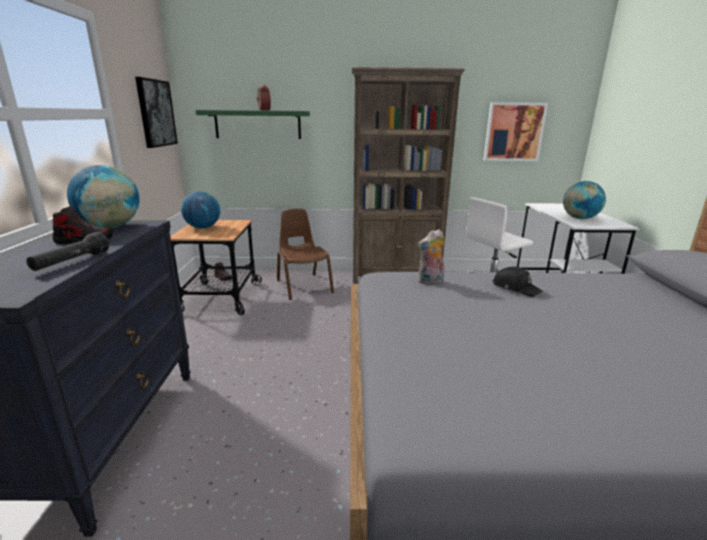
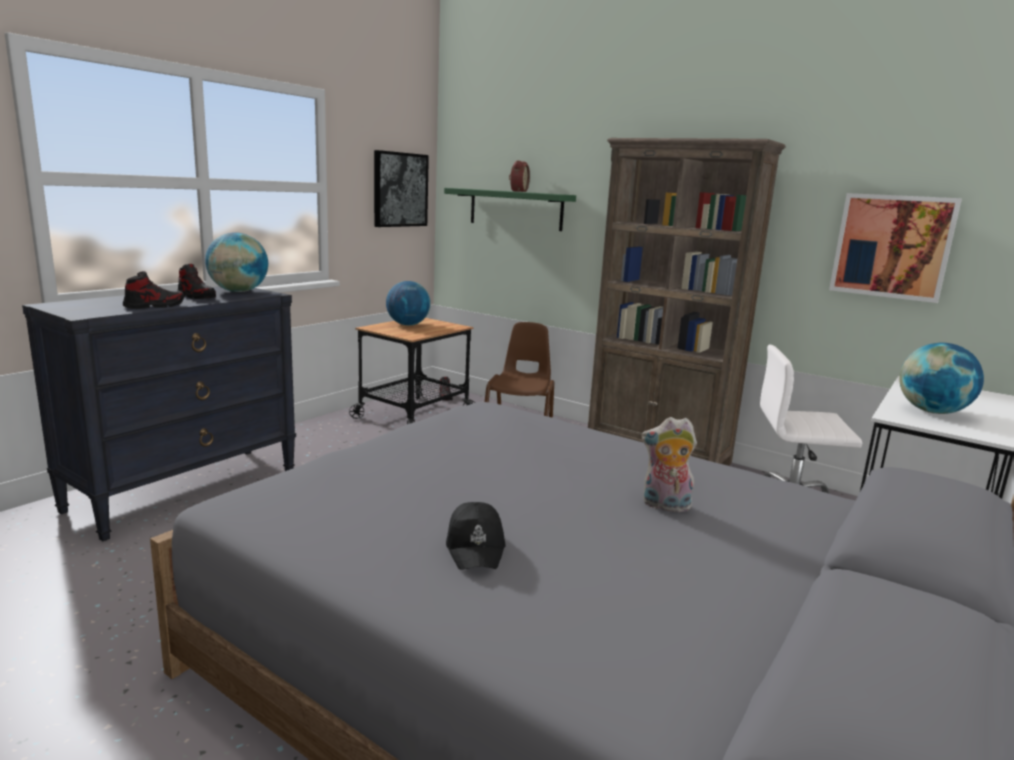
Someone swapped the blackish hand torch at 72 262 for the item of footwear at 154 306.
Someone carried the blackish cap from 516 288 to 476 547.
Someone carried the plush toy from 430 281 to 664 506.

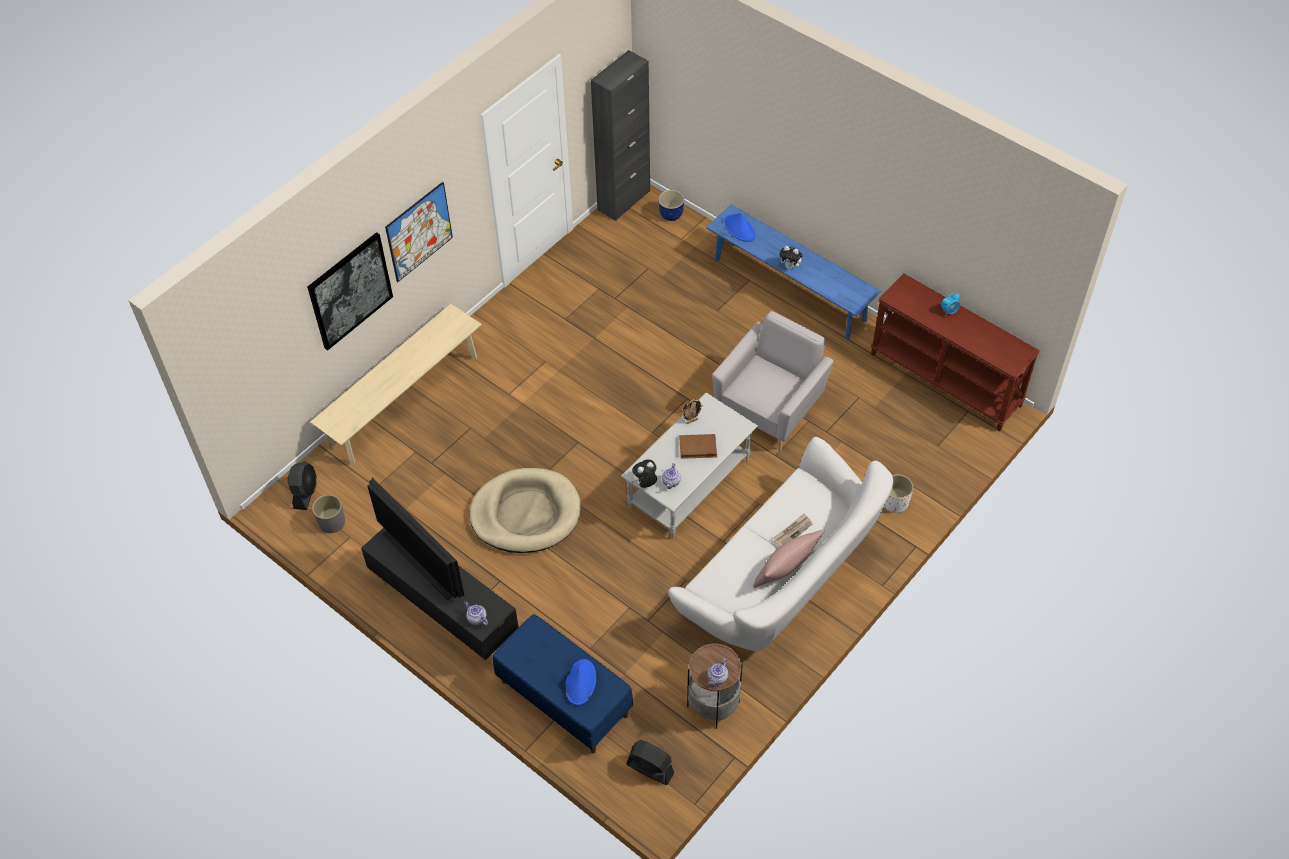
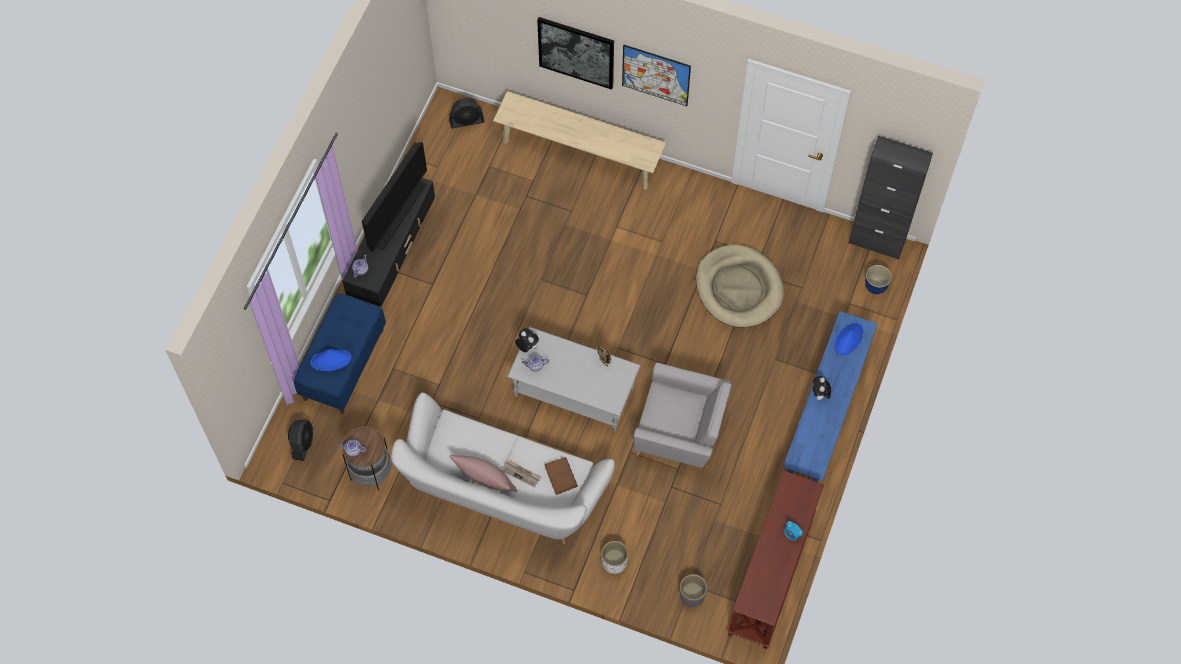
Someone carried the brown bound book from 698 447 to 561 476.
Someone carried the grey plant pot from 332 523 to 692 596.
Someone carried the beige dog cushion from 526 513 to 738 288.

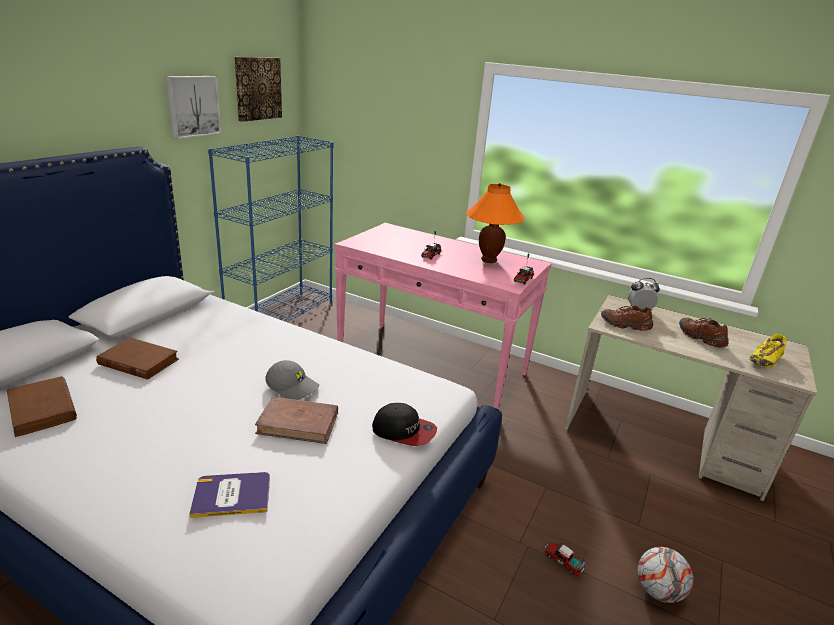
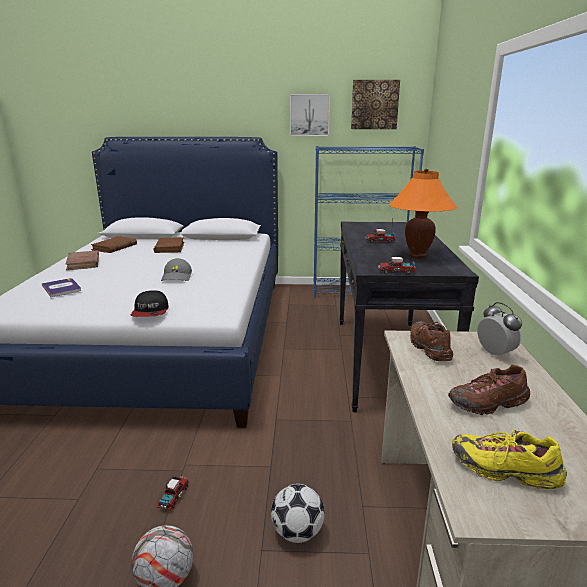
Someone carried the brown bound book from 298 423 to 83 263.
Someone put down the football ball at 297 532.
Someone repainted the pink hall table at 432 365, which became the blackish hall table at 387 361.
Someone rotated the brown item of footwear at 700 338 by 135 degrees counterclockwise.

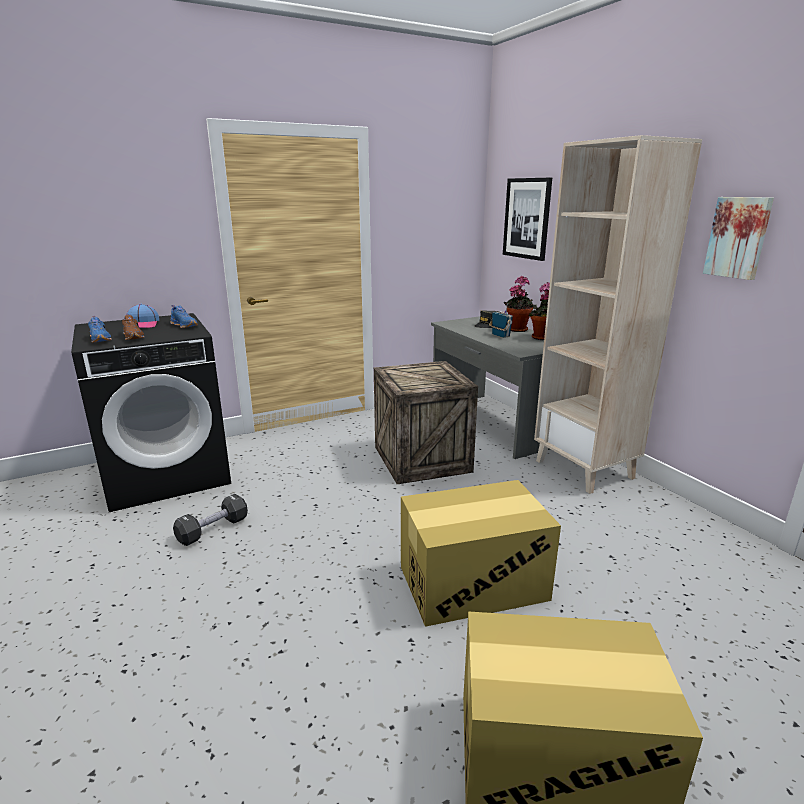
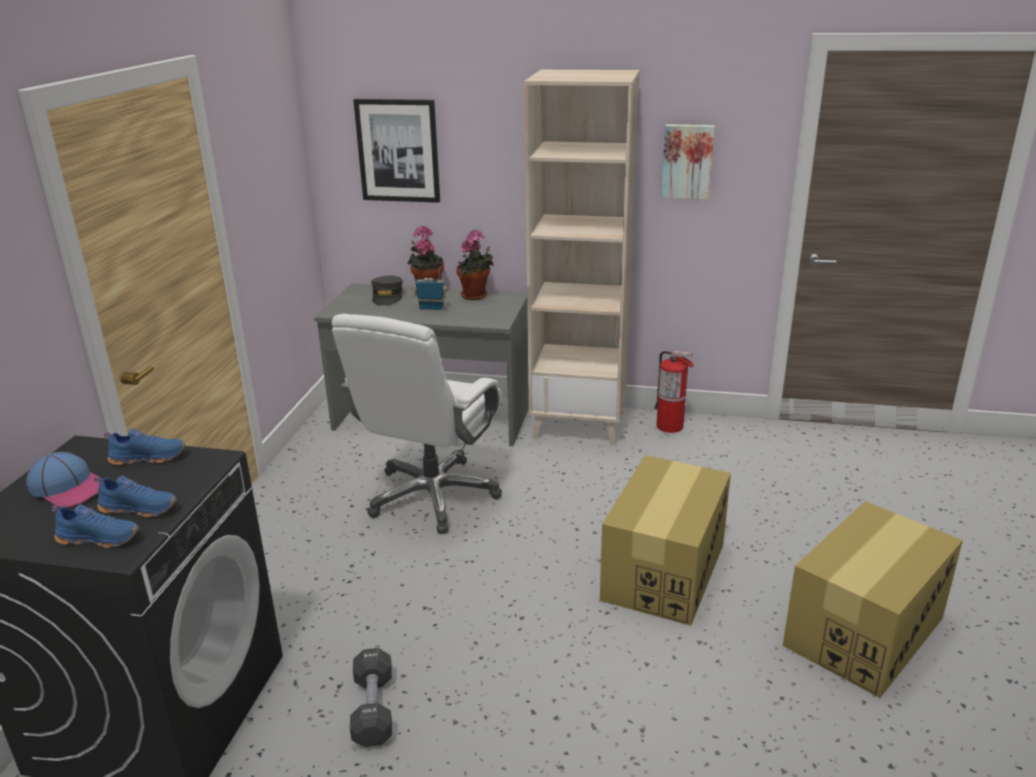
Someone repainted the brown item of footwear at 134 337, which became the blue-coloured item of footwear at 140 508.
Someone swapped the packing crate at 420 459 for the white-coloured desk chair at 432 496.
Someone put down the fire extinguisher at 670 426.

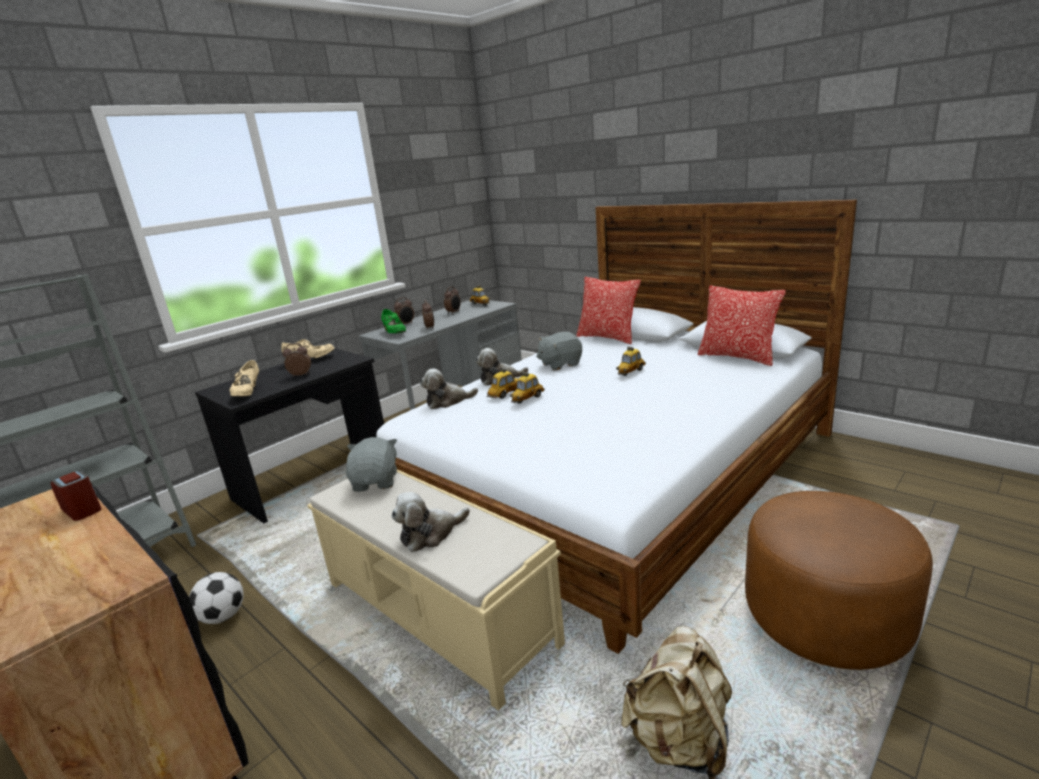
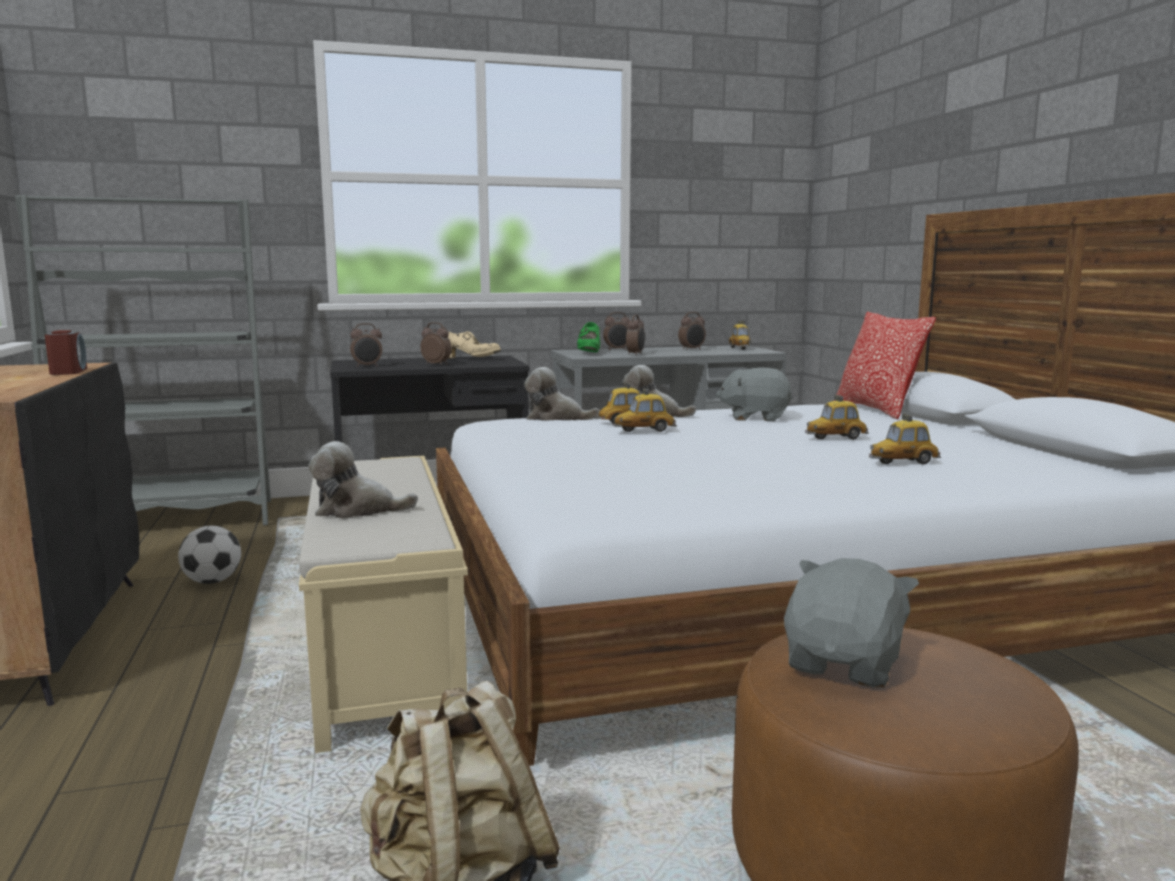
Someone swapped the beige item of footwear at 248 393 for the table clock at 367 366.
Someone carried the grey plush toy from 376 482 to 845 664.
Someone put down the toy car at 903 462.
Someone took away the throw pillow at 737 357.

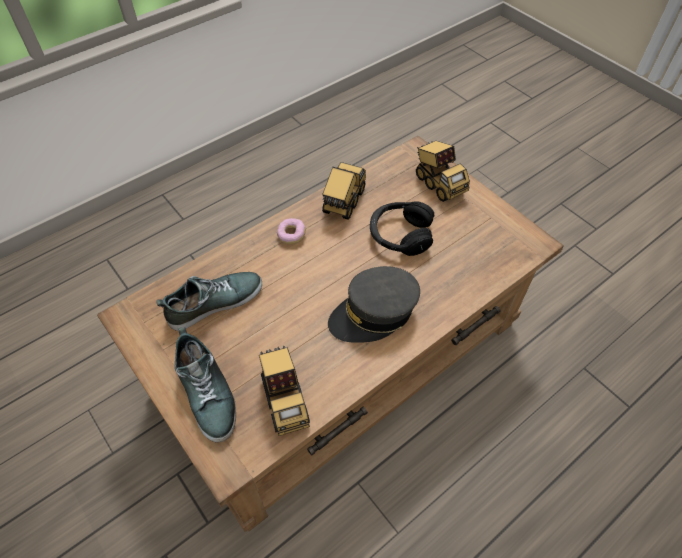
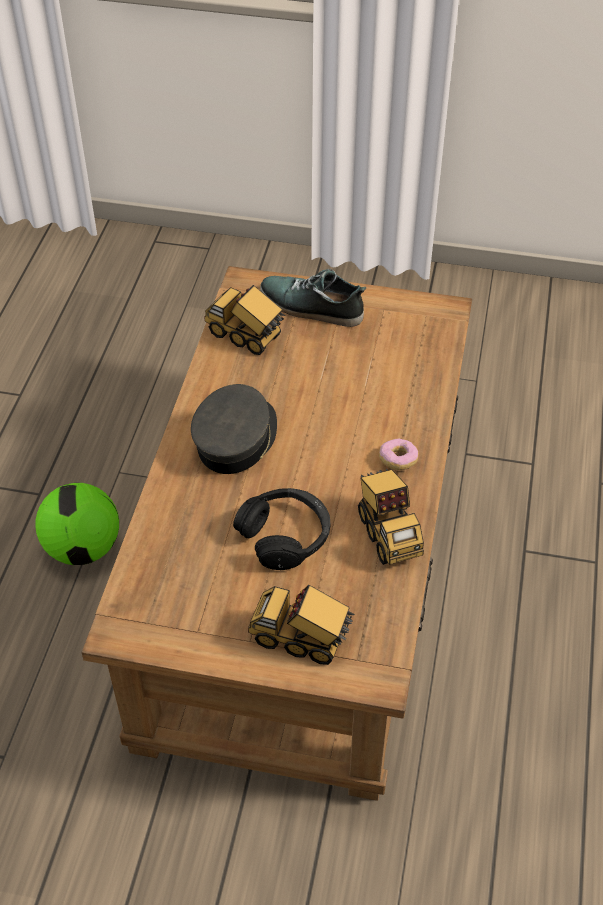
Someone put down the football ball at 83 548.
Someone took away the item of footwear at 214 302.

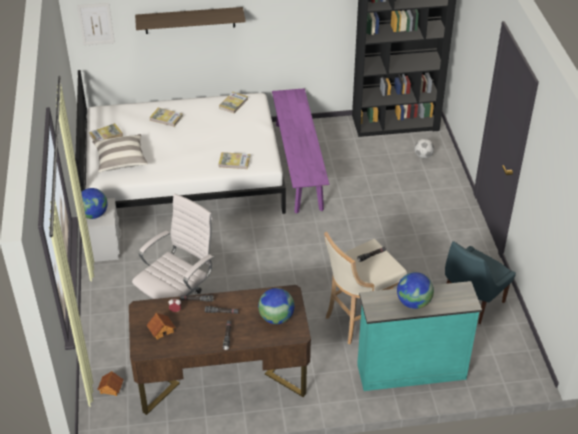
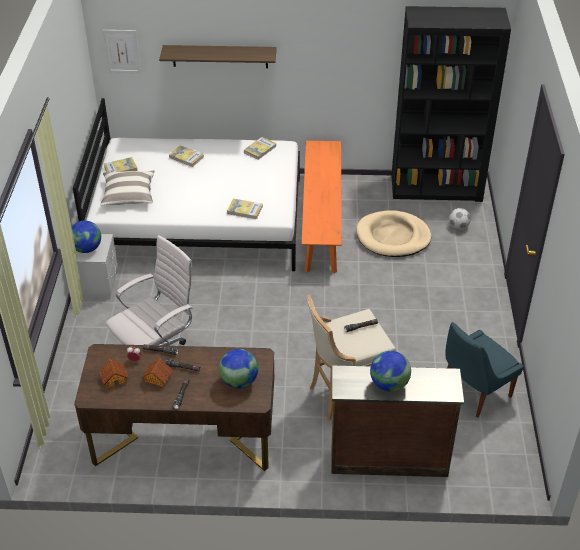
Someone carried the model house from 110 388 to 157 378.
Someone repainted the purple indoor bench at 298 165, which became the orange indoor bench at 321 222.
Someone repainted the turquoise dresser at 410 370, which became the brown dresser at 388 458.
Someone put down the beige dog cushion at 393 237.

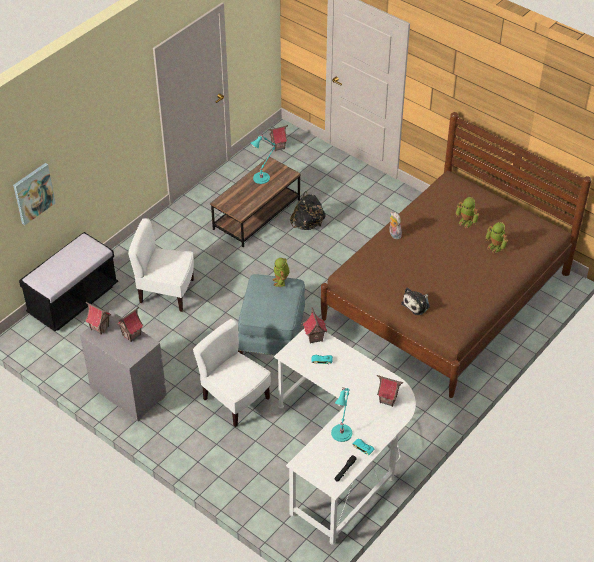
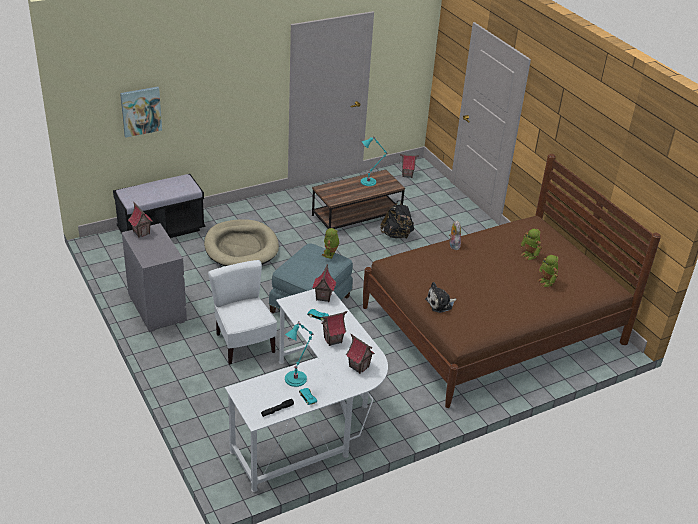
Someone swapped the white-coloured upright chair at 166 292 for the beige dog cushion at 241 247.
Someone carried the model house from 132 335 to 333 340.

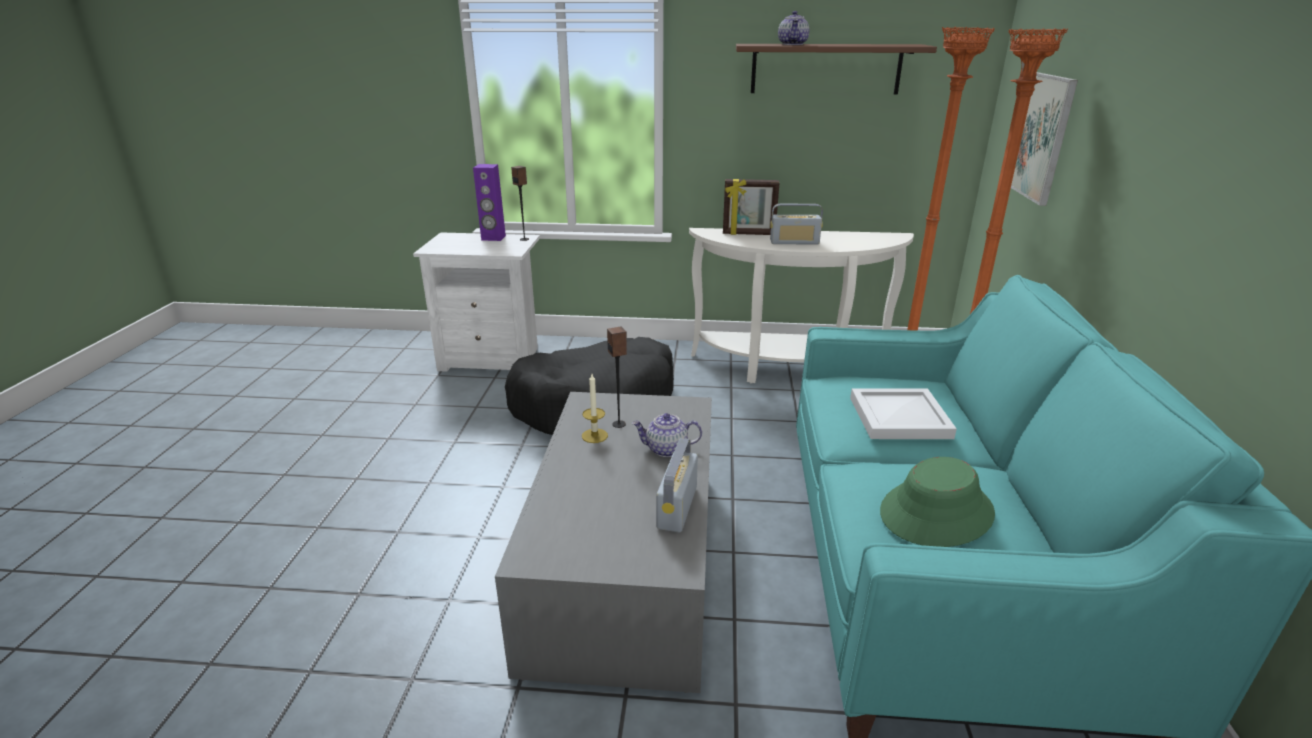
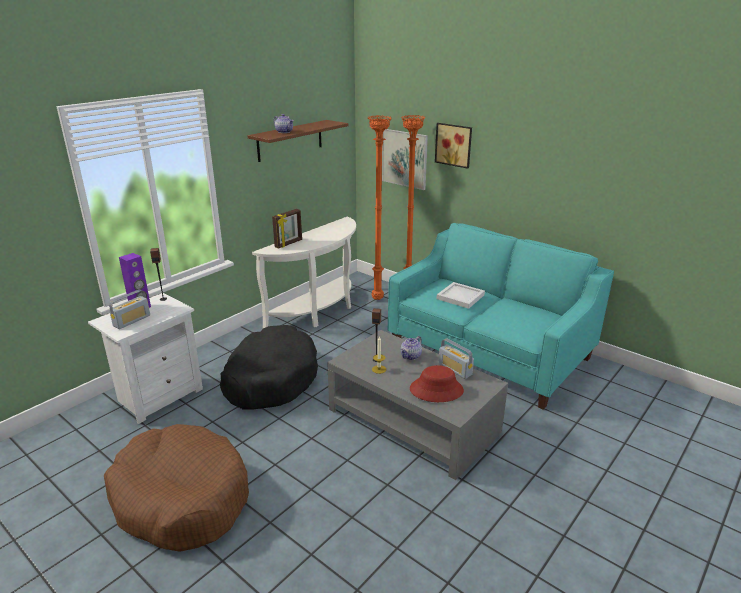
Someone put down the brown dog cushion at 181 498.
Someone carried the radio set from 794 242 to 132 320.
Someone put down the reddish wearable hat at 436 390.
Someone put up the picture at 454 145.
Someone took away the greenish wearable hat at 936 513.

